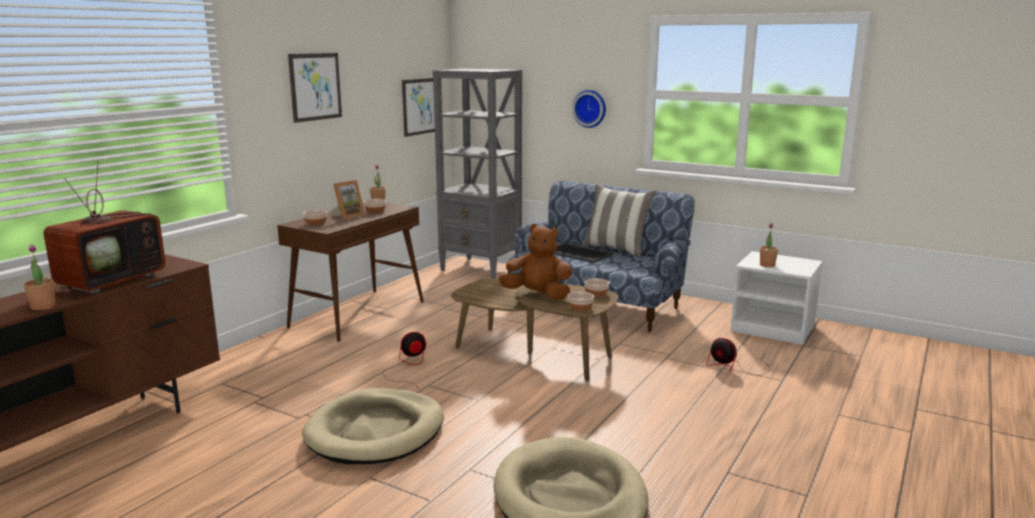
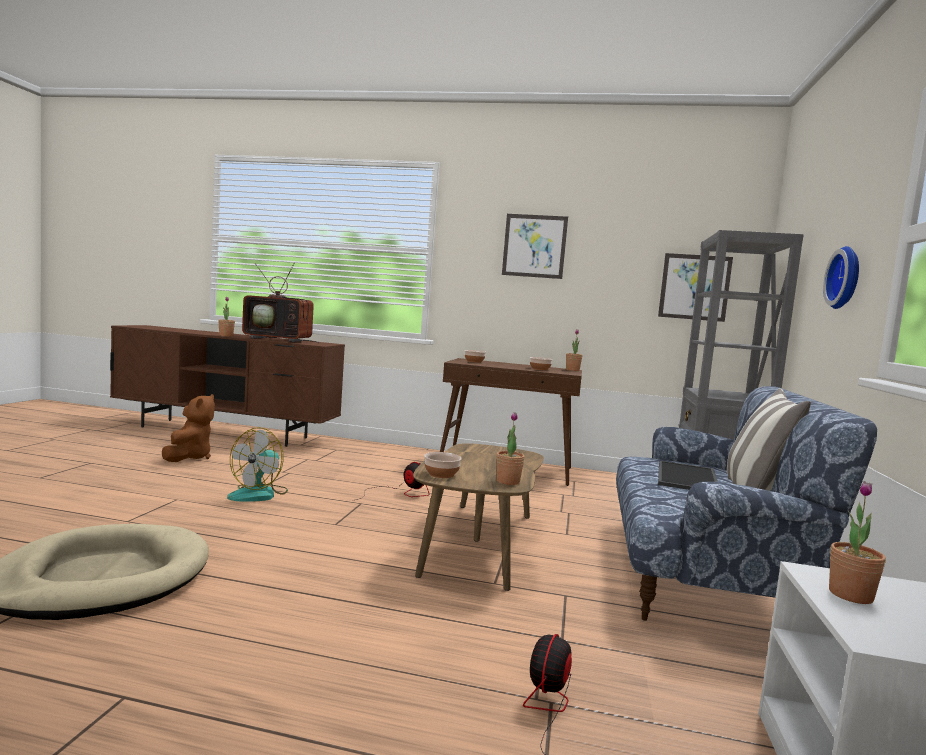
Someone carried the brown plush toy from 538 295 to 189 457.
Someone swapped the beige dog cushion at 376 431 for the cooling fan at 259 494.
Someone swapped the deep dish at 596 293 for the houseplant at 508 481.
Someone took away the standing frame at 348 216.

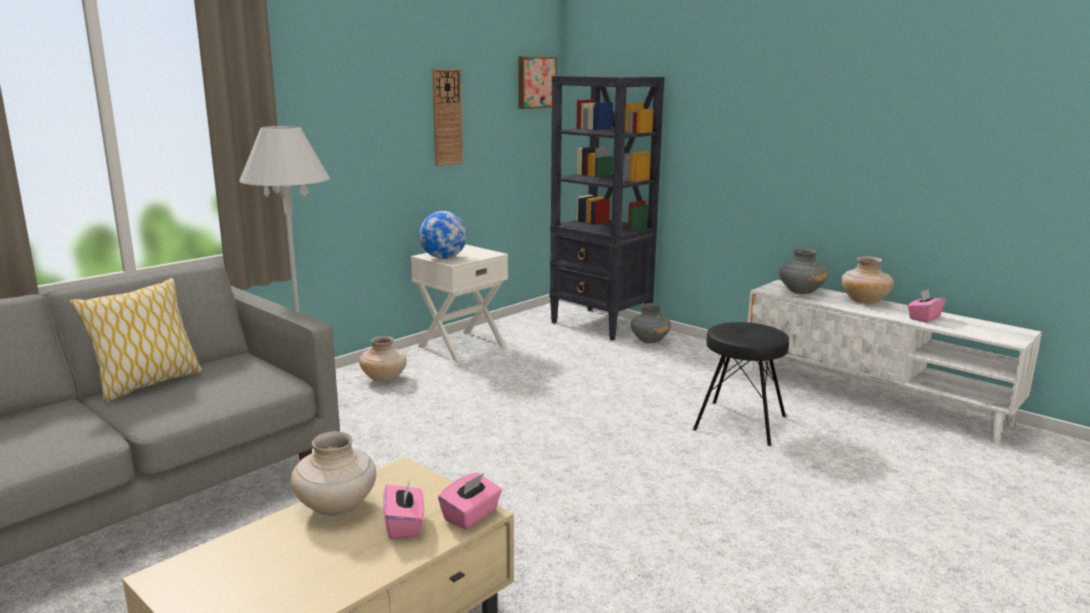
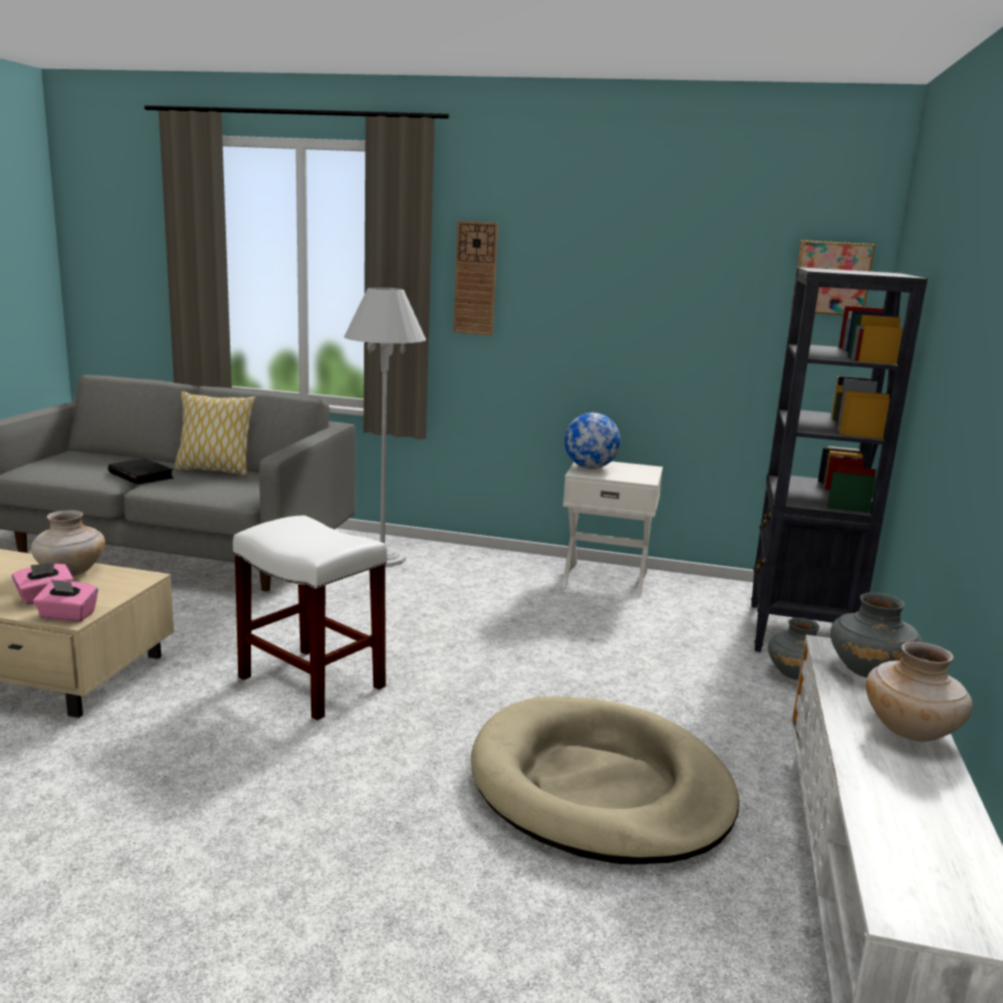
Someone put down the blackish bound book at 141 475.
Someone put down the white-coloured sitting stool at 313 683.
Someone carried the wall clock from 447 117 to 475 278.
Someone swapped the blackish sitting stool at 740 422 for the beige dog cushion at 600 787.
Someone took away the beige flower vase at 384 379.
Someone took away the pink tissue holder at 923 318.

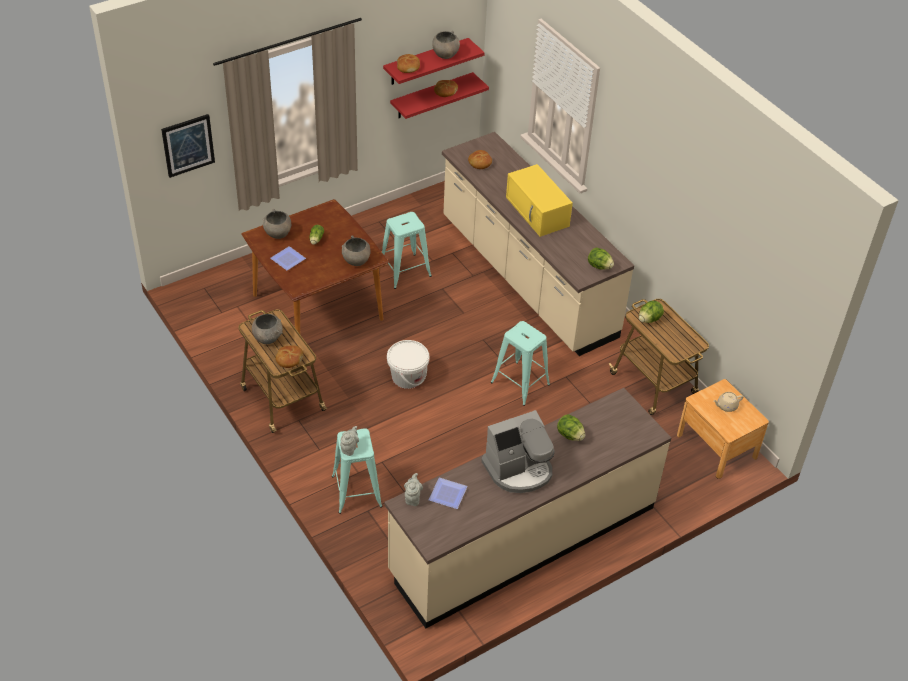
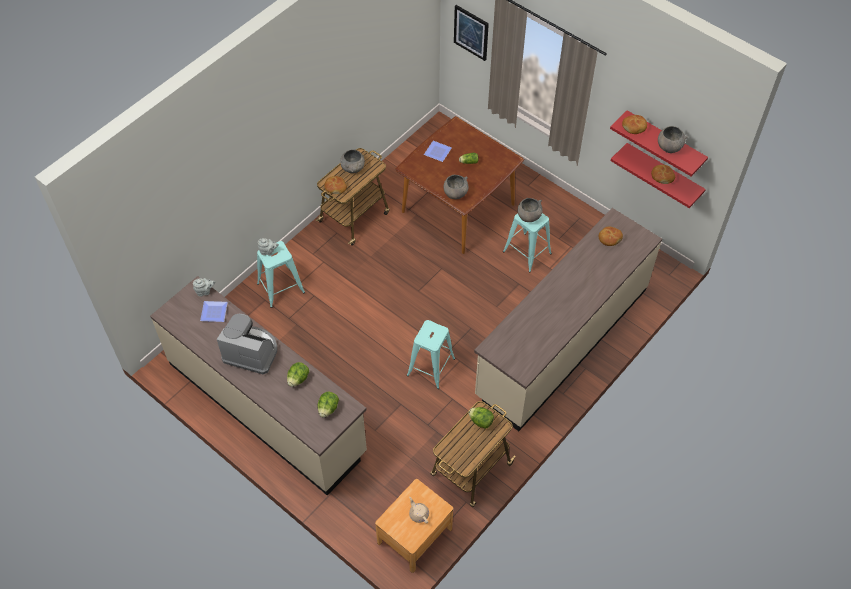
Someone rotated the coffee maker at 519 469 by 150 degrees clockwise.
Someone carried the lettuce head from 599 266 to 328 408.
Someone carried the grey deep dish from 277 234 to 528 217.
Someone took away the white-coloured water bucket at 407 377.
Someone took away the yellow microwave oven at 538 212.

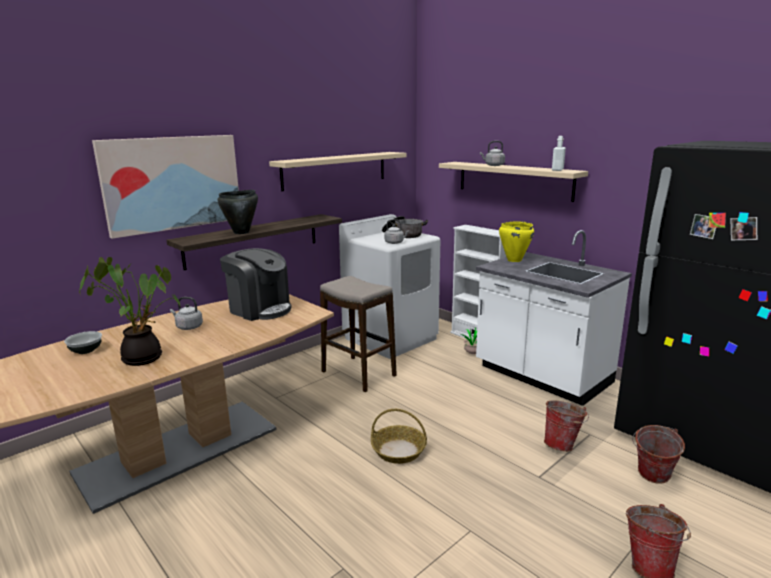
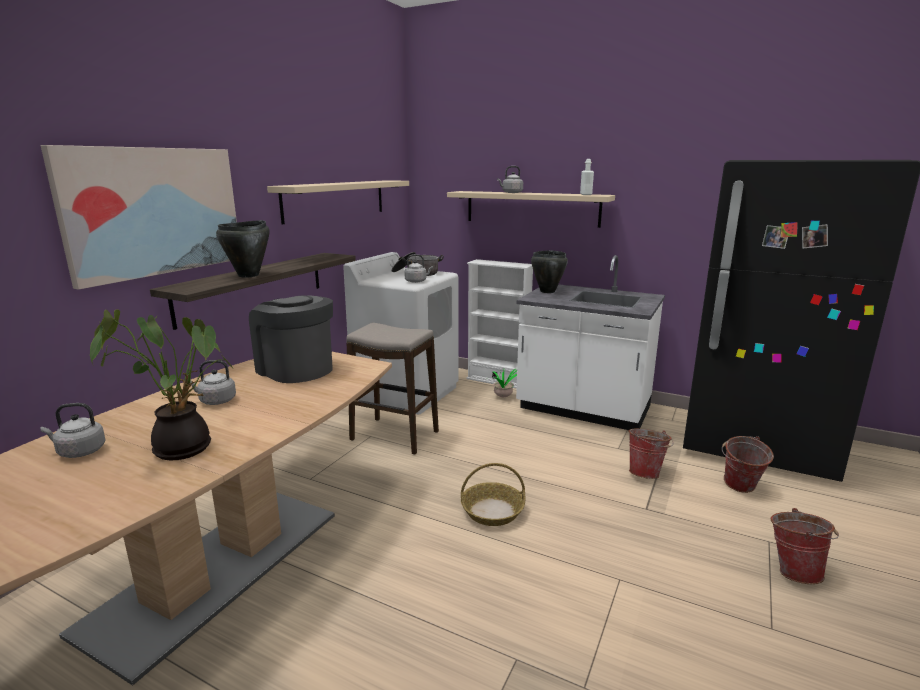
Someone swapped the deep dish at 85 351 for the grey kettle at 79 452.
Someone rotated the coffee maker at 259 309 by 150 degrees counterclockwise.
Someone repainted the yellow cooking pot at 514 260, which became the blackish cooking pot at 547 291.

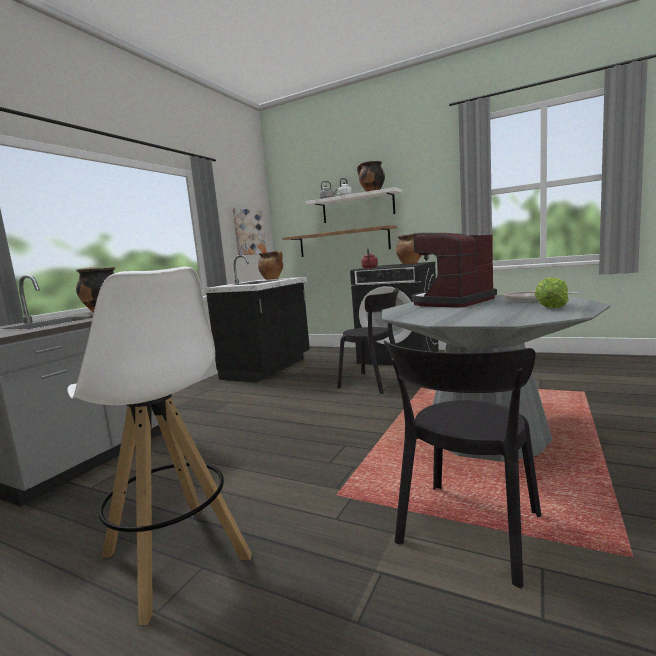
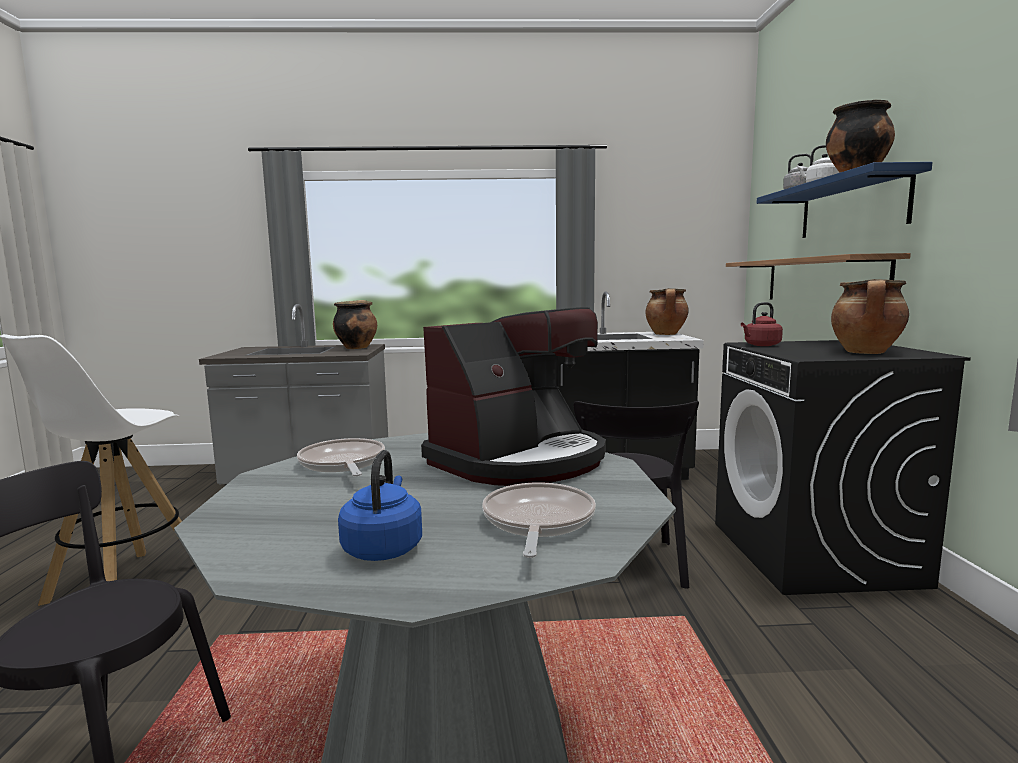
Someone put down the skillet at 343 464.
Someone swapped the lettuce head at 551 308 for the blue-coloured kettle at 384 547.
Someone rotated the coffee maker at 452 302 by 120 degrees clockwise.
Someone repainted the white-coloured bracket shelf at 357 207, which became the blue-coloured bracket shelf at 851 207.
Someone took away the picture at 248 232.

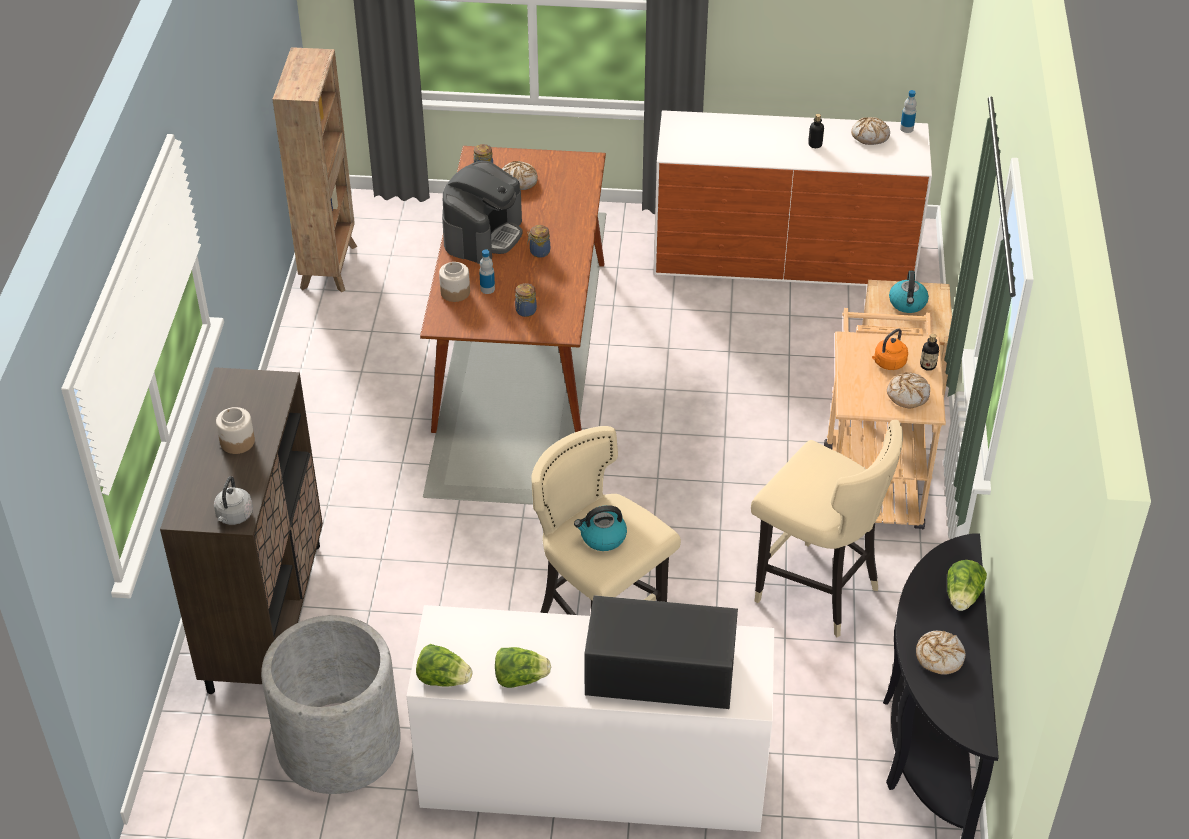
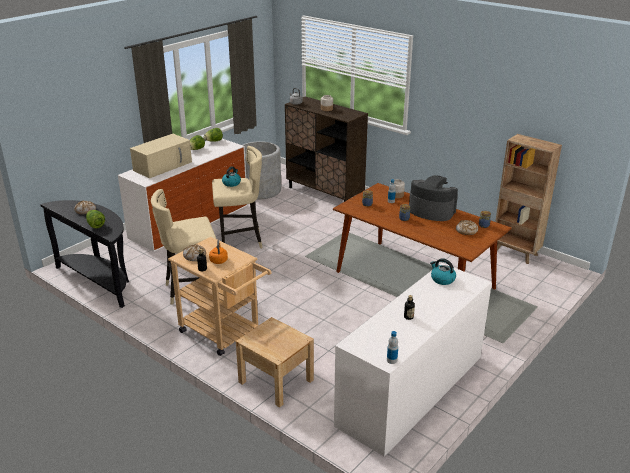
Someone repainted the blackish microwave oven at 657 672, which became the beige microwave oven at 163 166.
Someone rotated the coffee maker at 483 234 by 150 degrees clockwise.
Someone carried the kettle from 907 303 to 442 279.
Someone took away the bread at 870 136.

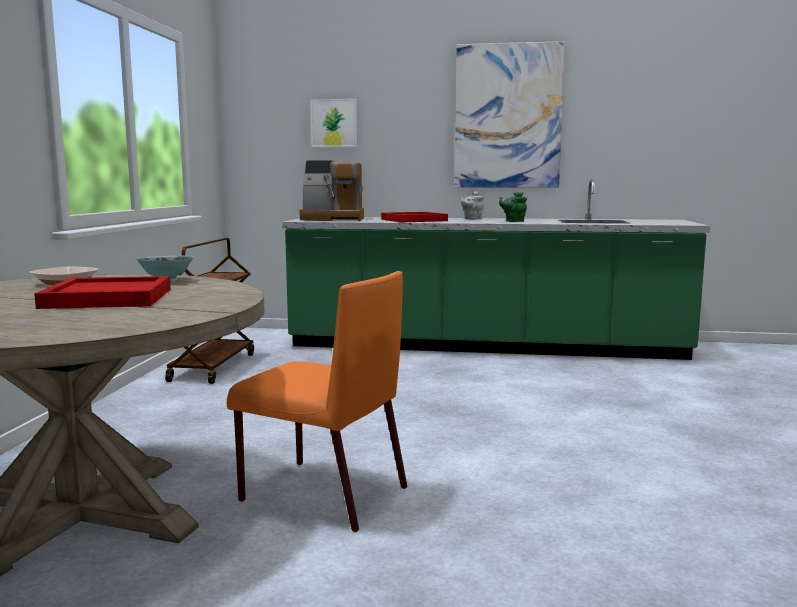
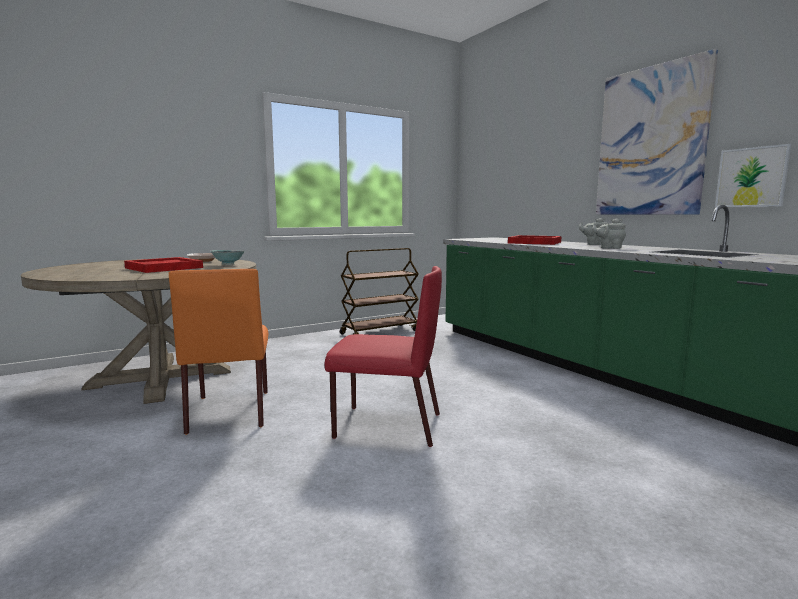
Someone put down the reddish upright chair at 386 425.
Someone repainted the greenish teapot at 513 221, which became the grey teapot at 609 248.
Someone carried the picture from 334 123 to 751 177.
Someone took away the coffee maker at 333 219.

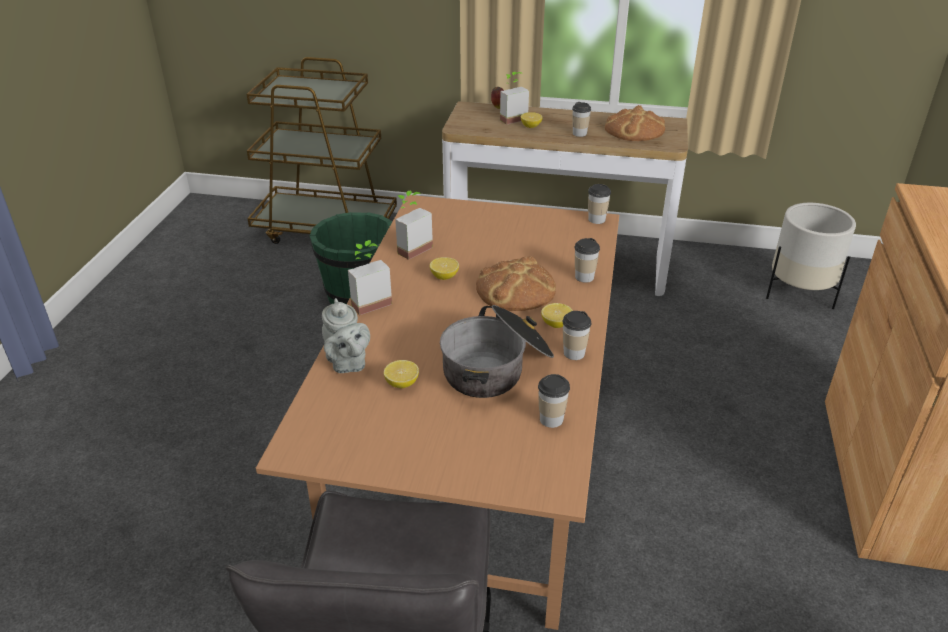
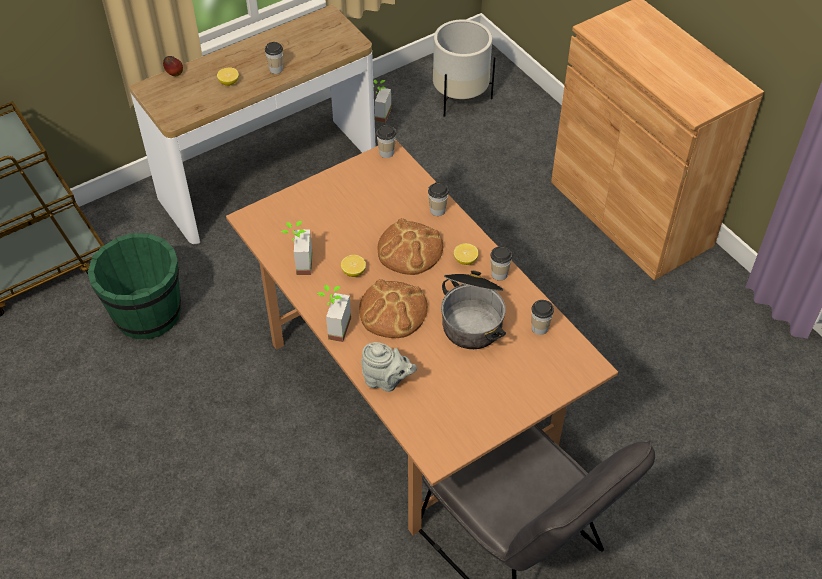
Someone carried the bread from 634 129 to 393 311.
Someone carried the houseplant from 511 118 to 378 113.
Someone took away the citrus fruit at 402 383.

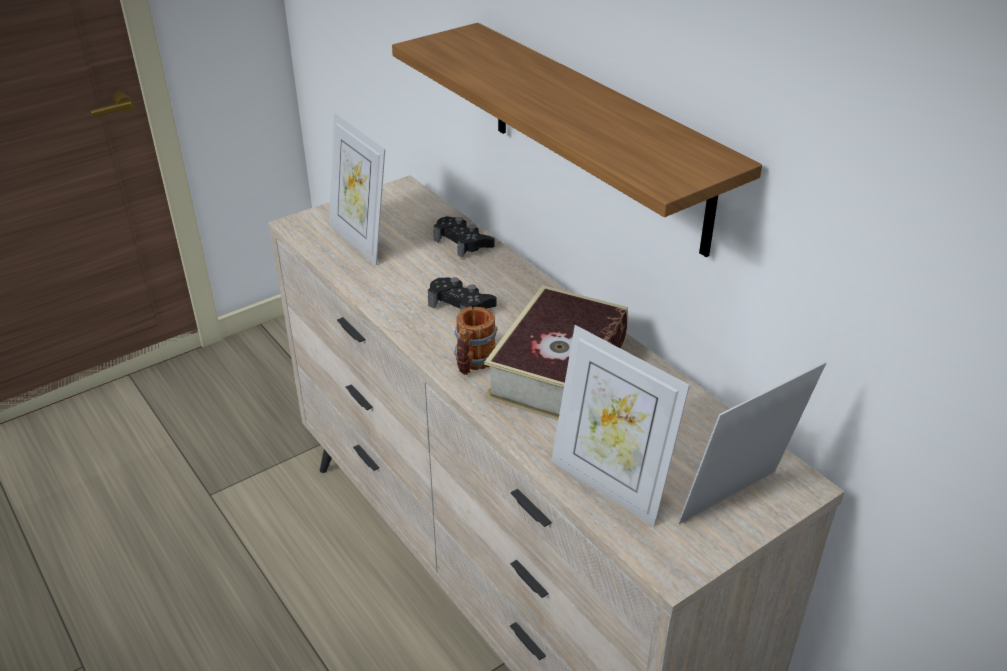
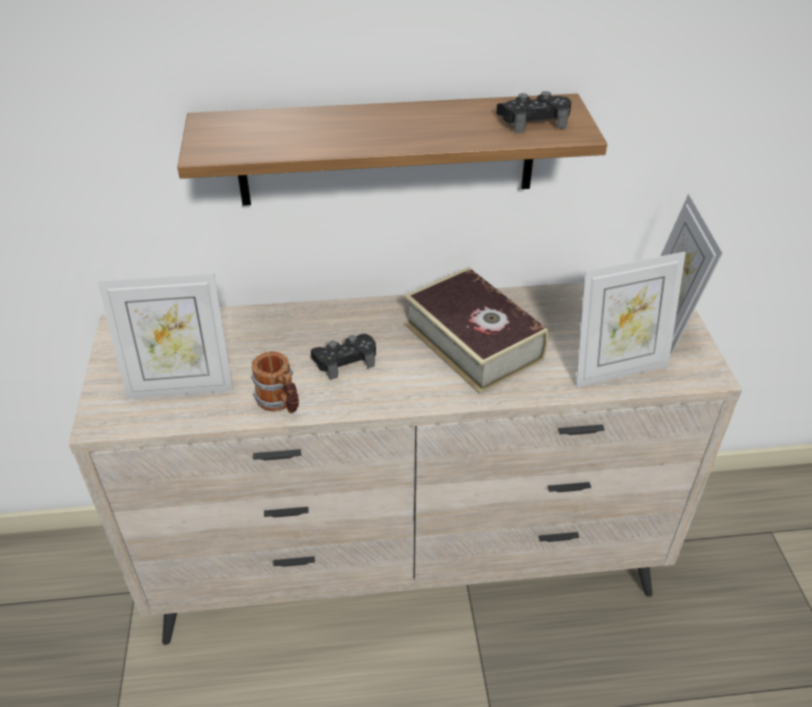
Someone carried the tea mug from 472 363 to 280 402.
Someone carried the blackish gamepad from 463 243 to 533 120.

